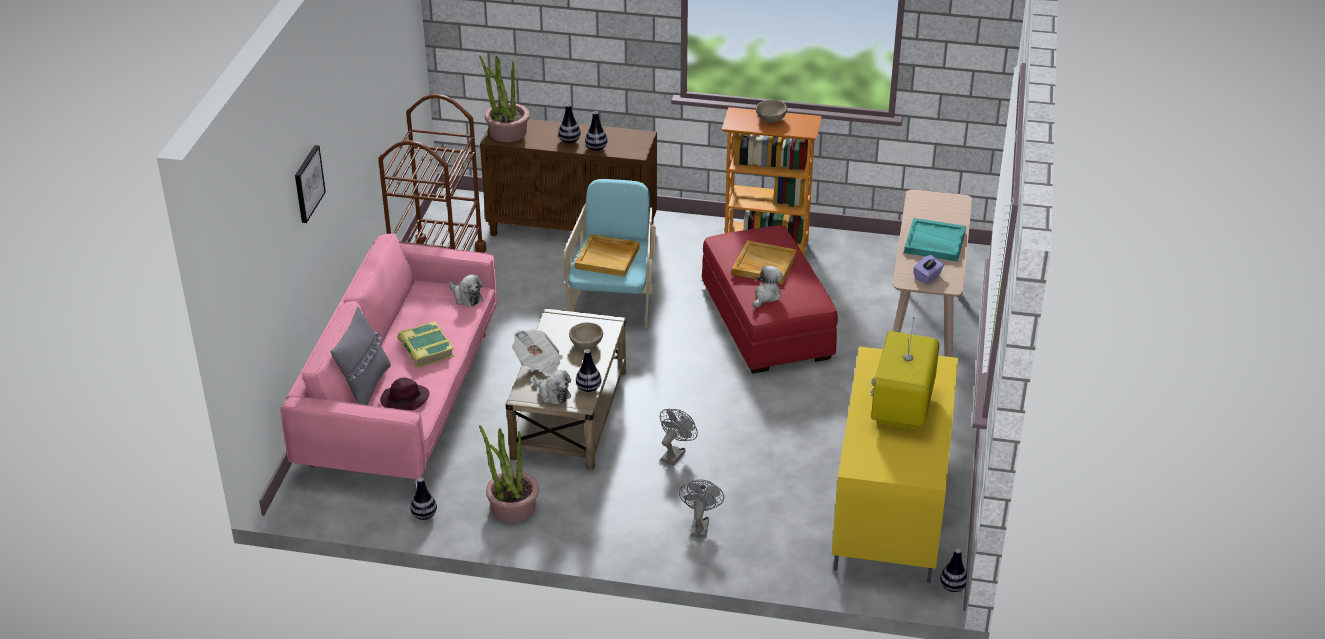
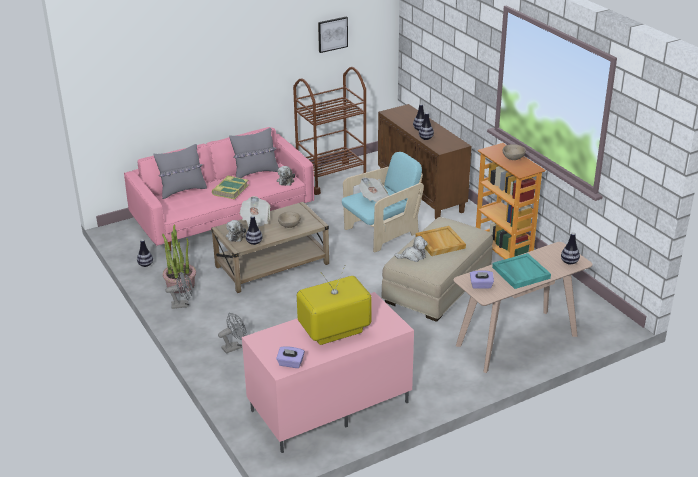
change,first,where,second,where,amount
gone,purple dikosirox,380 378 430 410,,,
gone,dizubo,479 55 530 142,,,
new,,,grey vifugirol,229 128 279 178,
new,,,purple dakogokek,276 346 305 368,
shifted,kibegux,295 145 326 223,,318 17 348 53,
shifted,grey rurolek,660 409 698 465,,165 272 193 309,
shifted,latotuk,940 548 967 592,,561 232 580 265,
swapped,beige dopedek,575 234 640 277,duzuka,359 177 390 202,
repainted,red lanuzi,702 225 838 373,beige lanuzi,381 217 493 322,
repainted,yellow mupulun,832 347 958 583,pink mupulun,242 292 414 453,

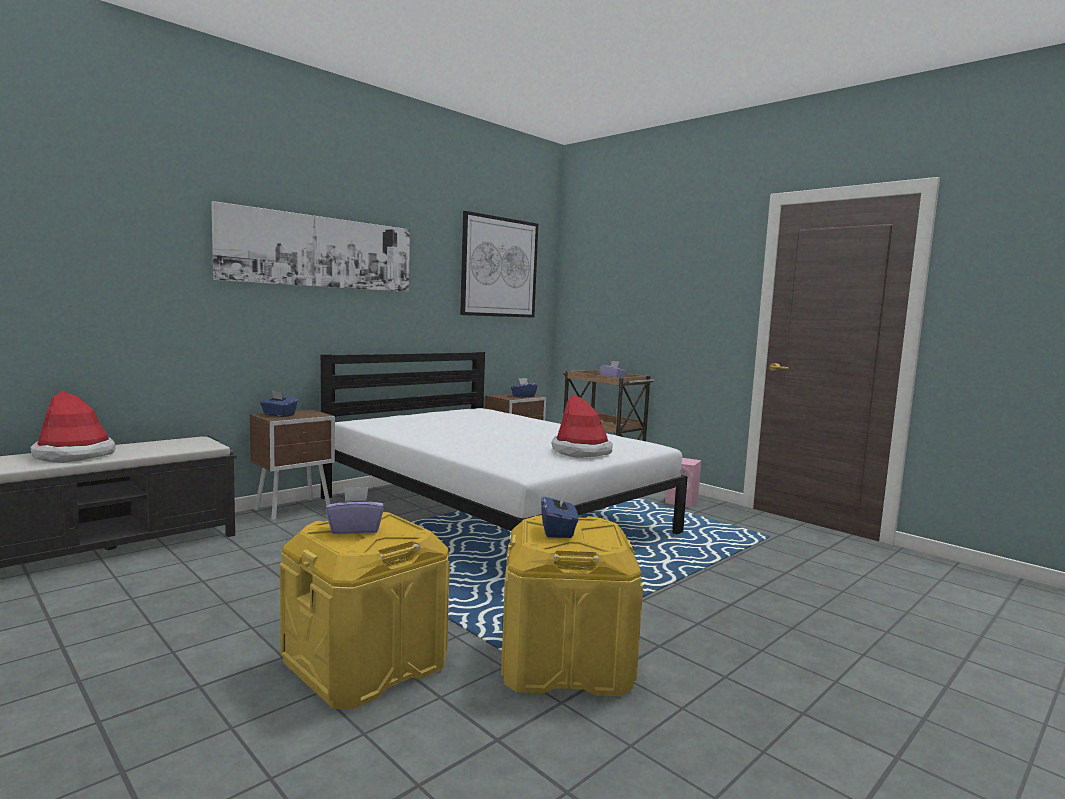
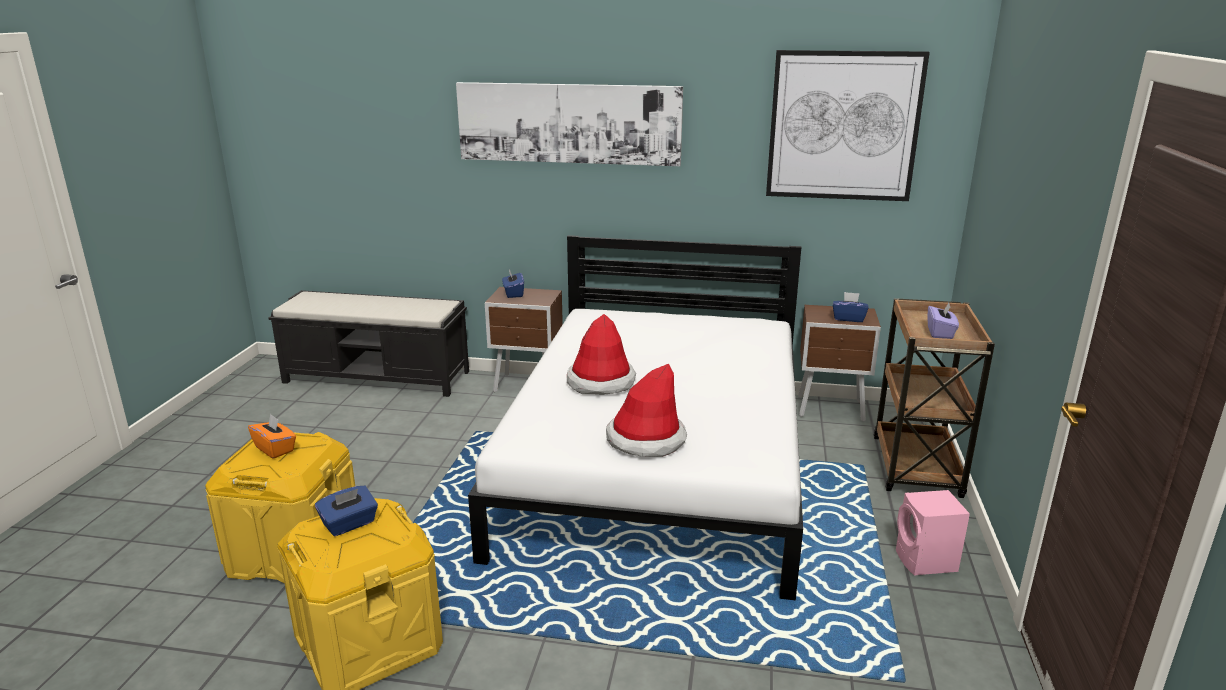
change,first,where,second,where,amount
shifted,dikosirox,31 391 116 463,,567 314 636 395,
repainted,purple dakogokek,326 487 384 534,orange dakogokek,248 413 296 459,

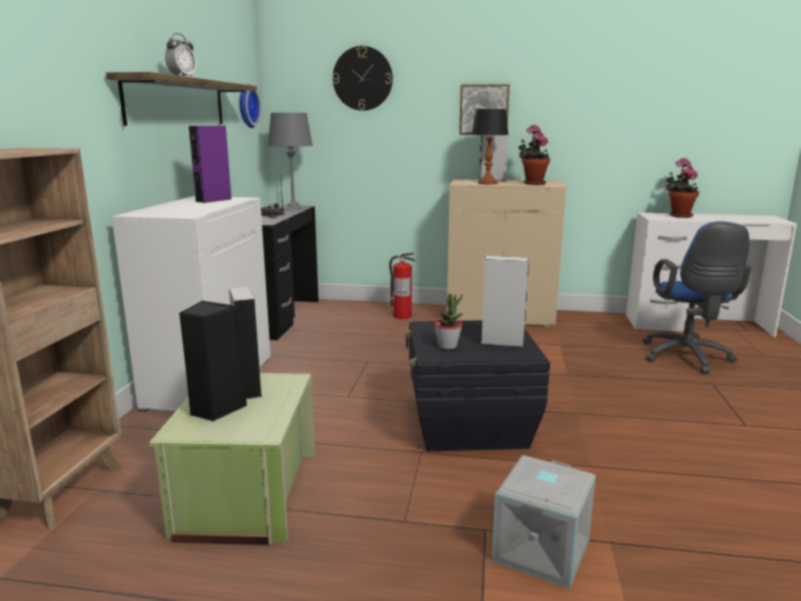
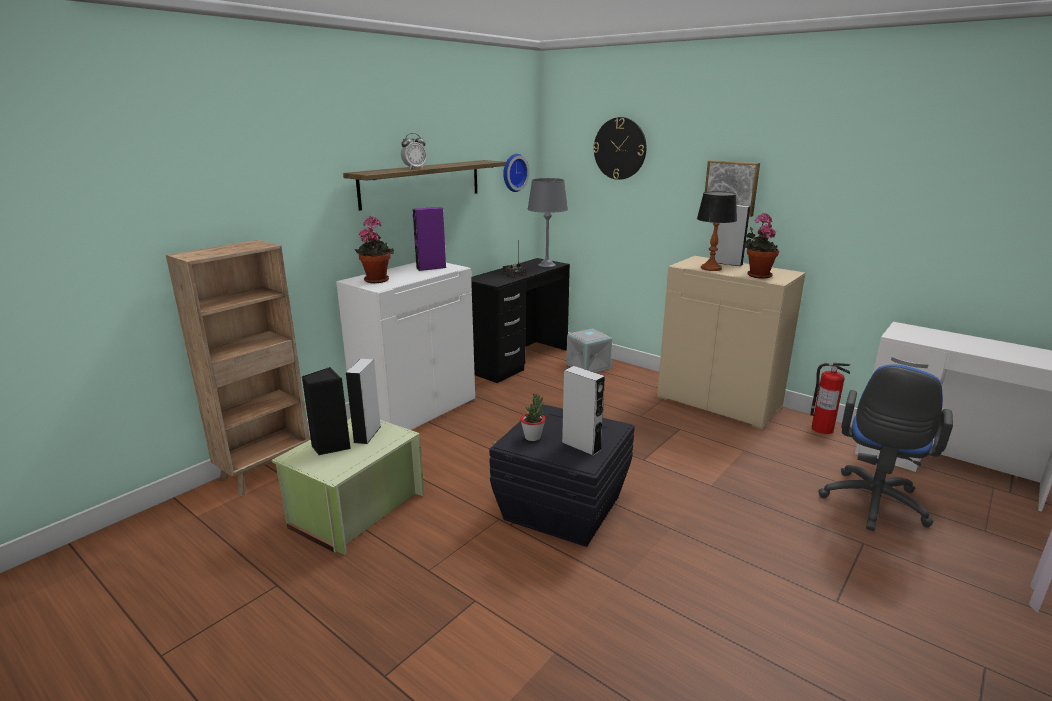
change,first,where,second,where,amount
shifted,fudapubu,389 253 415 319,,810 363 850 434,
shifted,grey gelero,492 455 596 589,,566 328 612 372,
shifted,dizubo,666 158 699 218,,355 216 394 283,

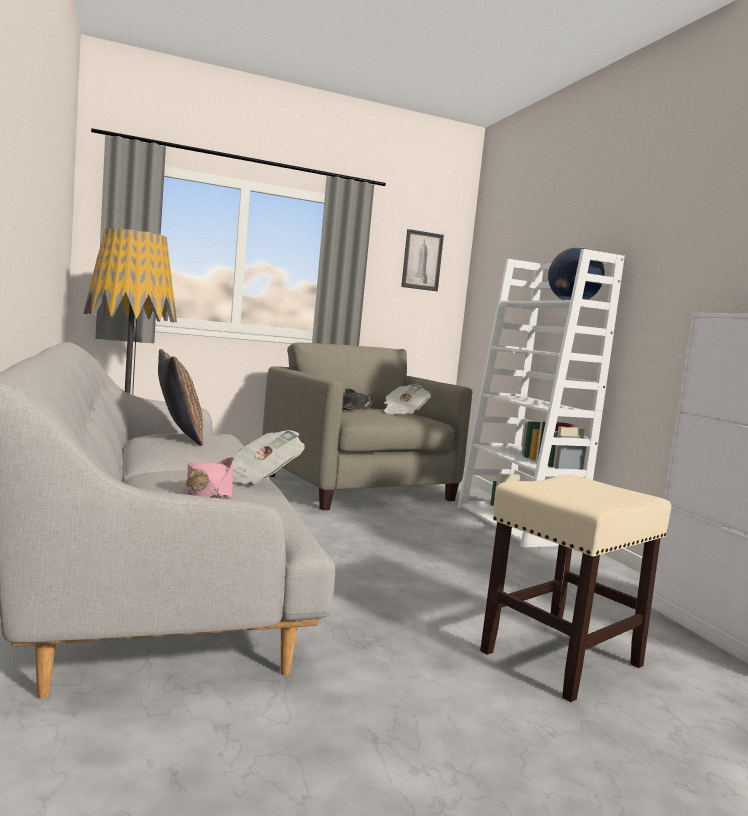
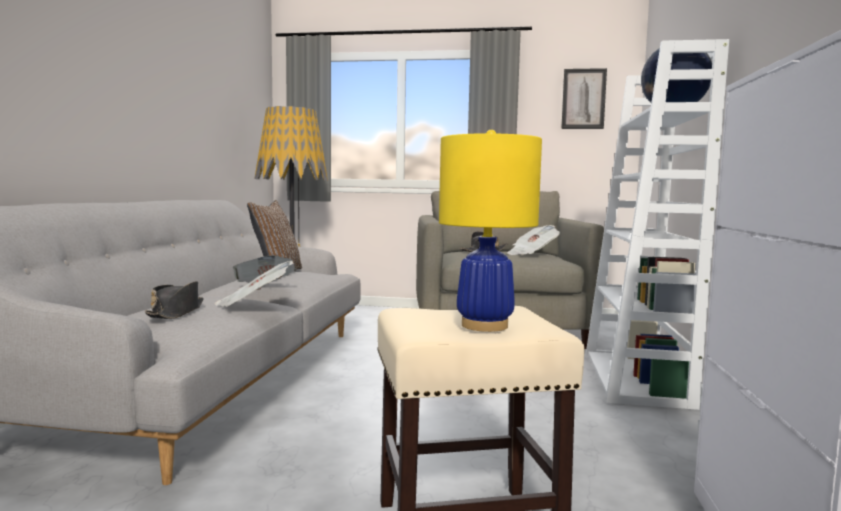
change,first,where,second,where,amount
new,,,duzuka,233 255 296 283,
new,,,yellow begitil,439 130 542 332,
repainted,pink dikosirox,186 457 234 499,black dikosirox,145 281 203 319,

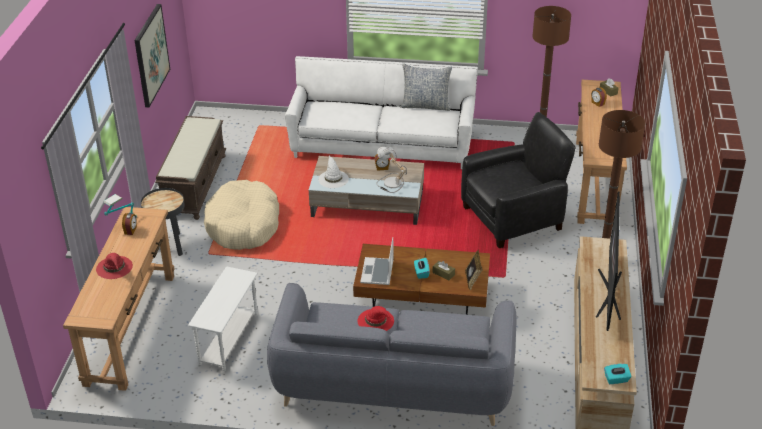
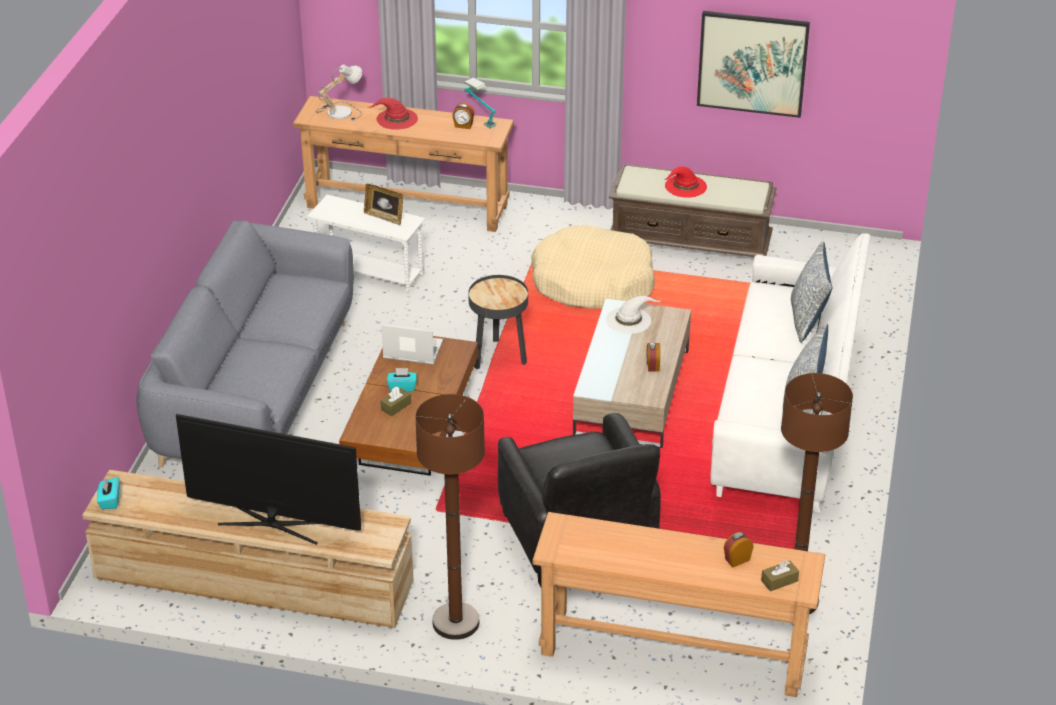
change,first,where,second,where,amount
new,,,vifugirol,791 241 833 343,
shifted,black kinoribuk,141 188 185 256,,468 275 528 369,
shifted,red dikosirox,357 306 394 331,,664 166 707 198,
shifted,begitil,377 147 407 193,,316 64 362 121,
shifted,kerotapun,465 250 483 291,,364 184 403 225,

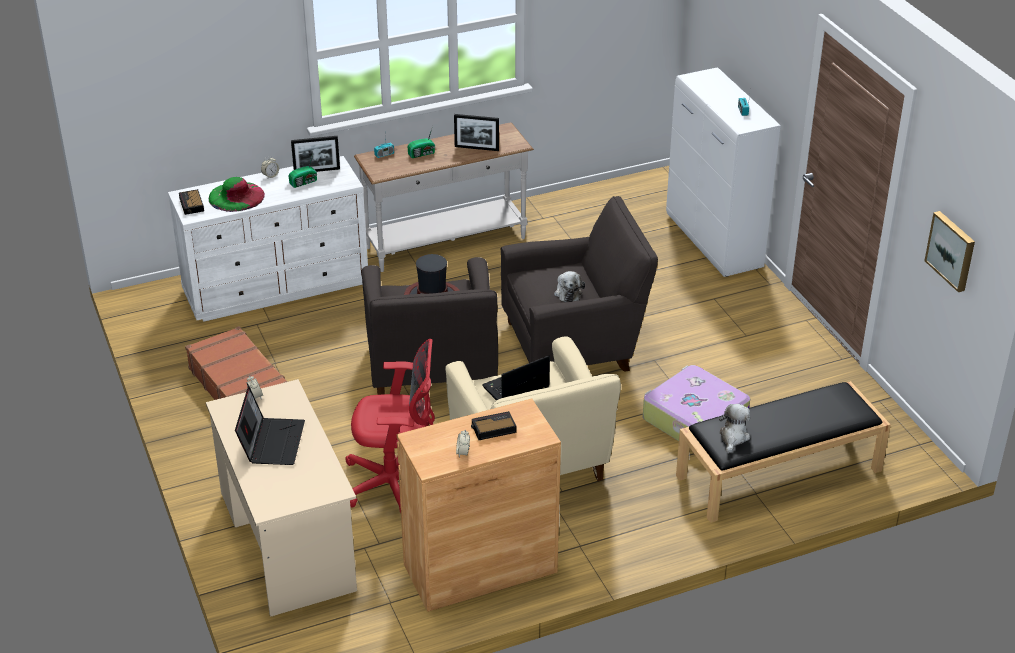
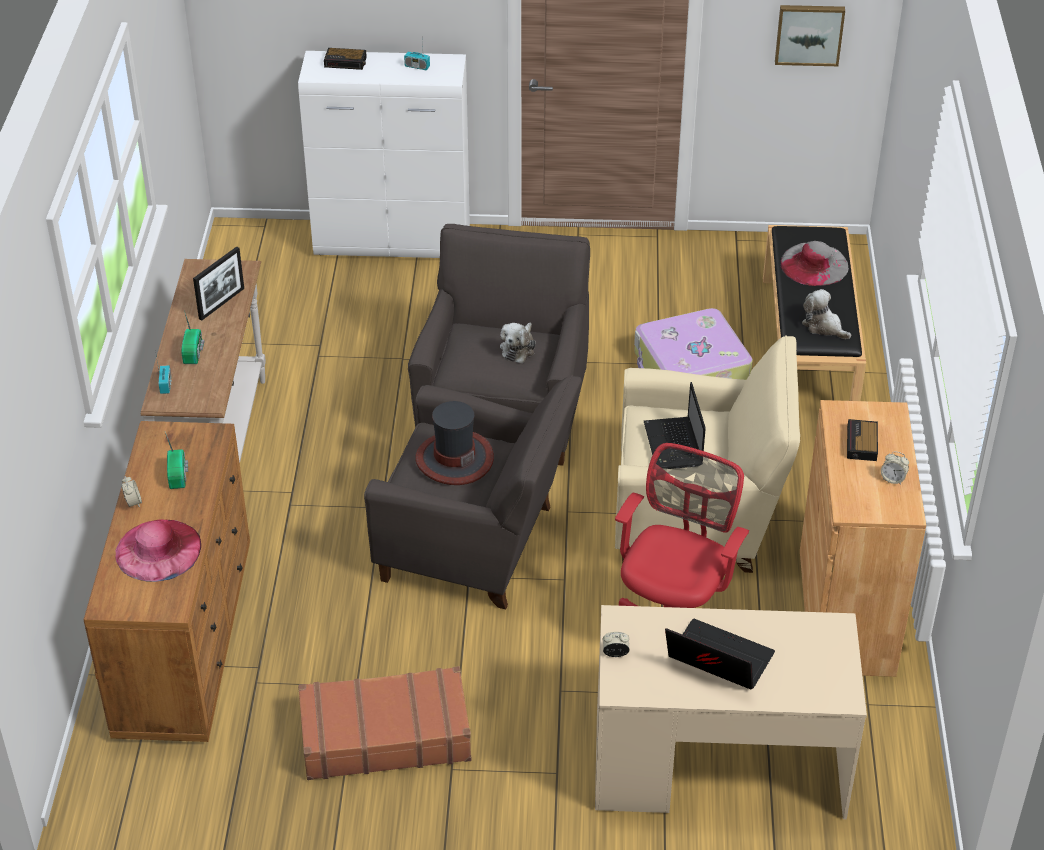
change,first,where,second,where,amount
gone,kerotapun,291 136 340 172,,,
new,,,grey dikosirox,780 241 849 286,
shifted,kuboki,179 189 204 215,,324 48 367 70,
repainted,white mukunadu,168 156 368 322,brown mukunadu,83 421 250 742,
repainted,green dikosirox,209 177 265 212,pink dikosirox,115 519 201 582,
rotated,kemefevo,554 271 585 302,,500 323 536 363,90 degrees clockwise

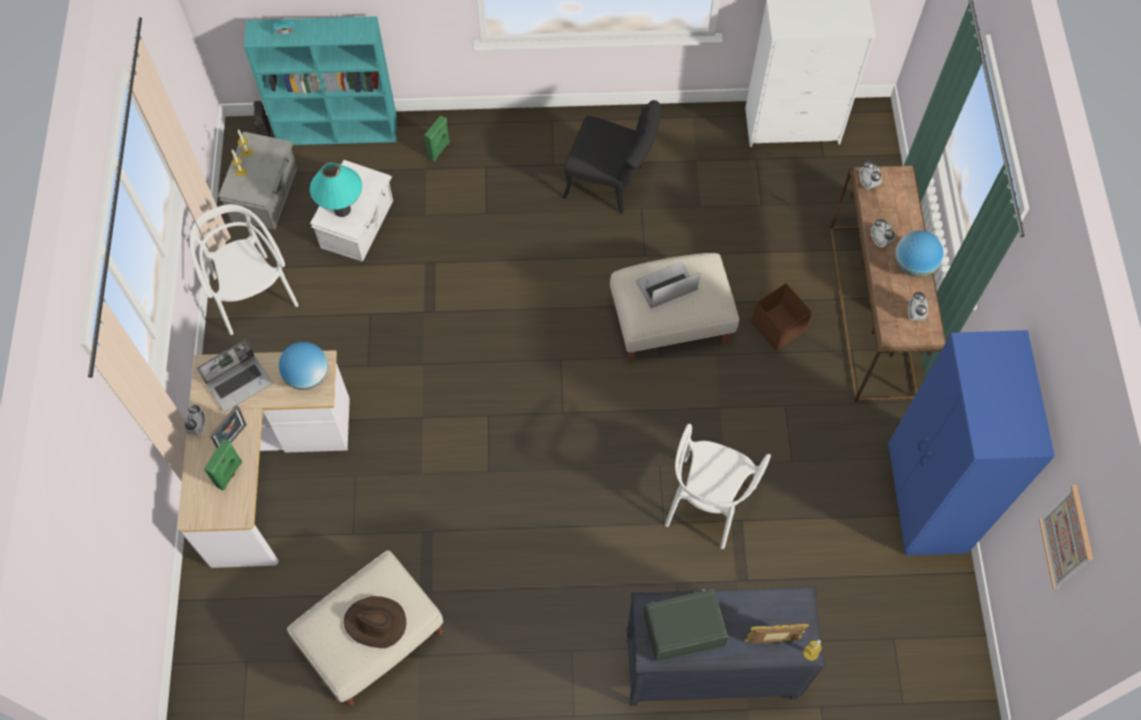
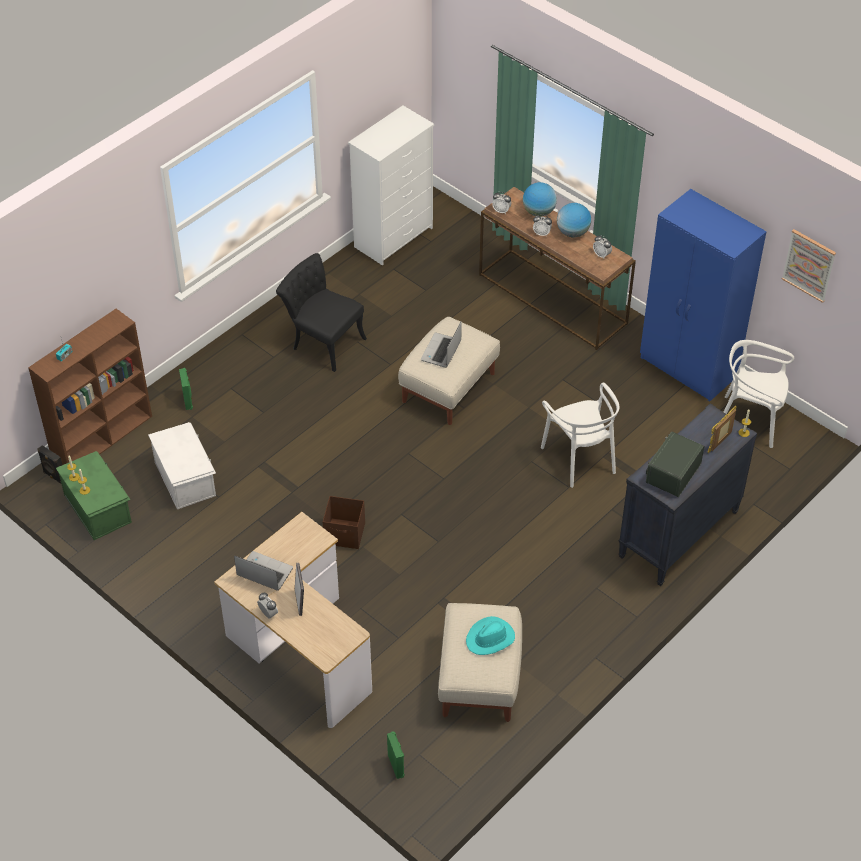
change,first,where,second,where,amount
gone,turquoise begitil,310 162 362 217,,,
shifted,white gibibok,190 204 299 335,,724 340 794 448,
shifted,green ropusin,204 439 242 490,,387 731 405 779,
shifted,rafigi,279 342 328 390,,523 182 557 217,
shifted,brown gelero,751 283 812 351,,323 496 365 549,
repainted,grey gelero,218 132 297 230,green gelero,56 451 132 540,
repainted,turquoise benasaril,244 16 397 145,brown benasaril,28 309 152 465,
repainted,brown dikosirox,344 596 406 648,turquoise dikosirox,466 616 515 655,
rotated,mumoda,197 339 272 412,,234 551 293 591,75 degrees counterclockwise
rotated,black gibibok,563 100 661 213,,276 253 367 372,120 degrees counterclockwise

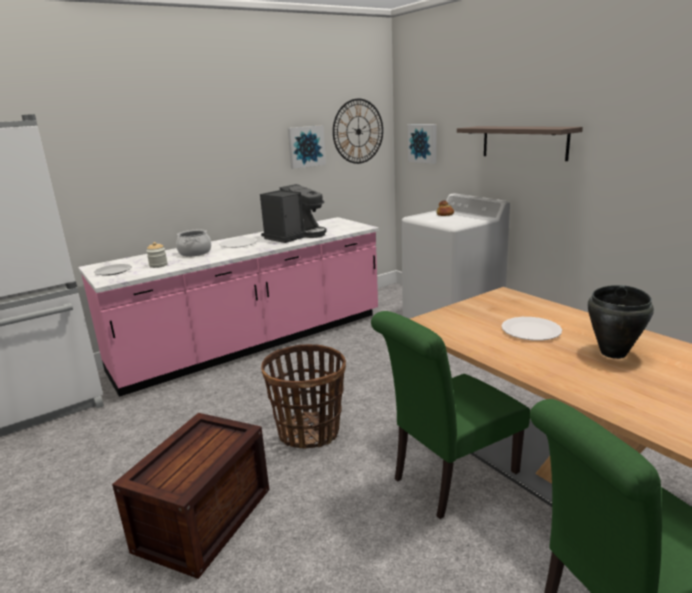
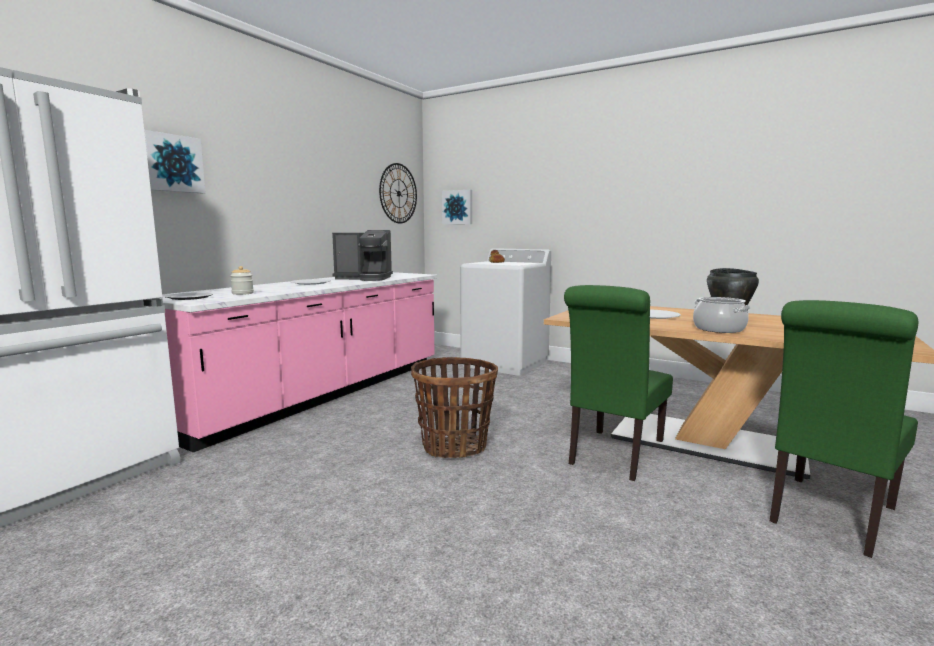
change,first,where,second,where,amount
gone,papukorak,112 413 269 579,,,
gone,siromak,457 126 583 161,,,
shifted,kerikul,176 230 211 256,,693 297 750 333,
shifted,kibegux,288 125 326 169,,144 130 206 193,
rotated,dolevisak,260 184 327 243,,332 230 393 281,75 degrees clockwise

